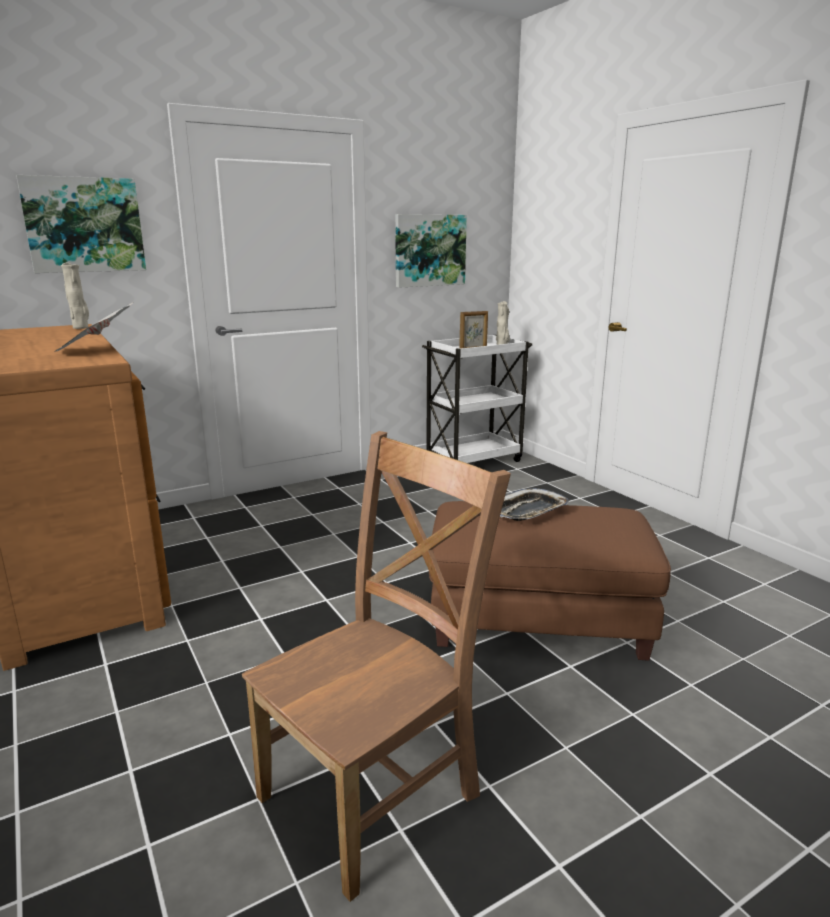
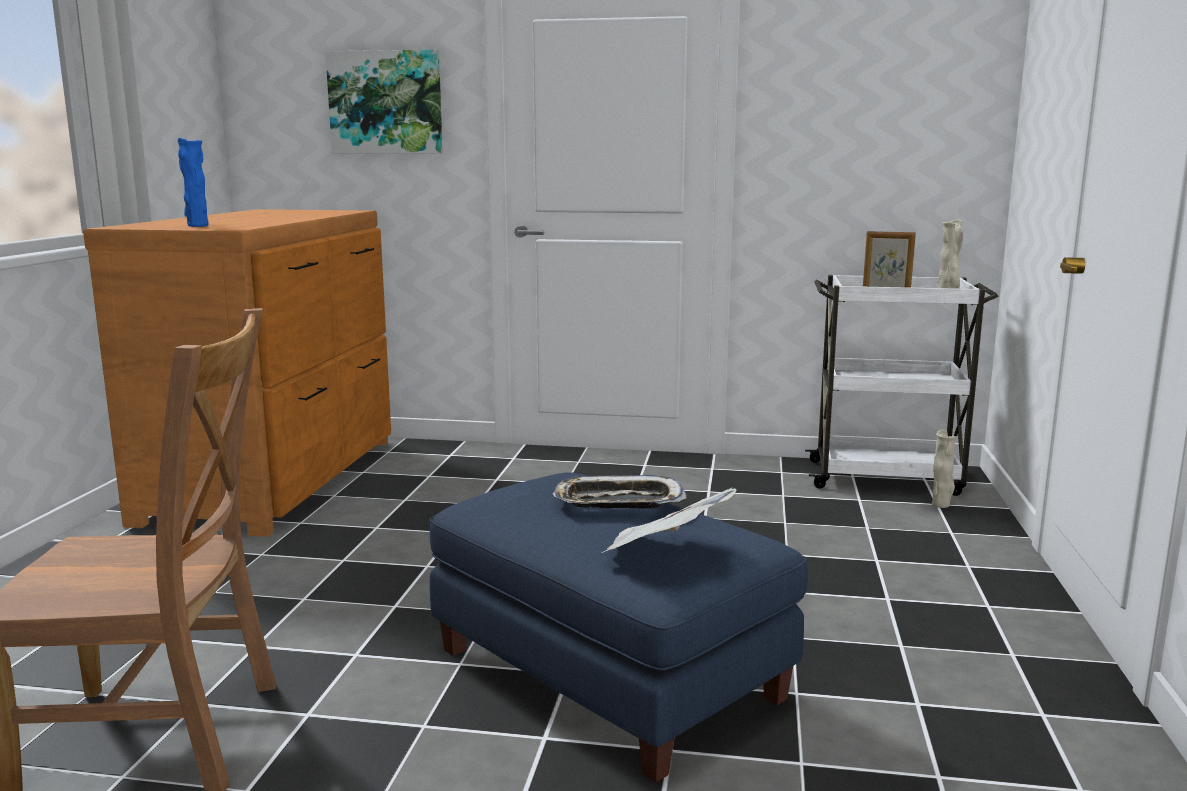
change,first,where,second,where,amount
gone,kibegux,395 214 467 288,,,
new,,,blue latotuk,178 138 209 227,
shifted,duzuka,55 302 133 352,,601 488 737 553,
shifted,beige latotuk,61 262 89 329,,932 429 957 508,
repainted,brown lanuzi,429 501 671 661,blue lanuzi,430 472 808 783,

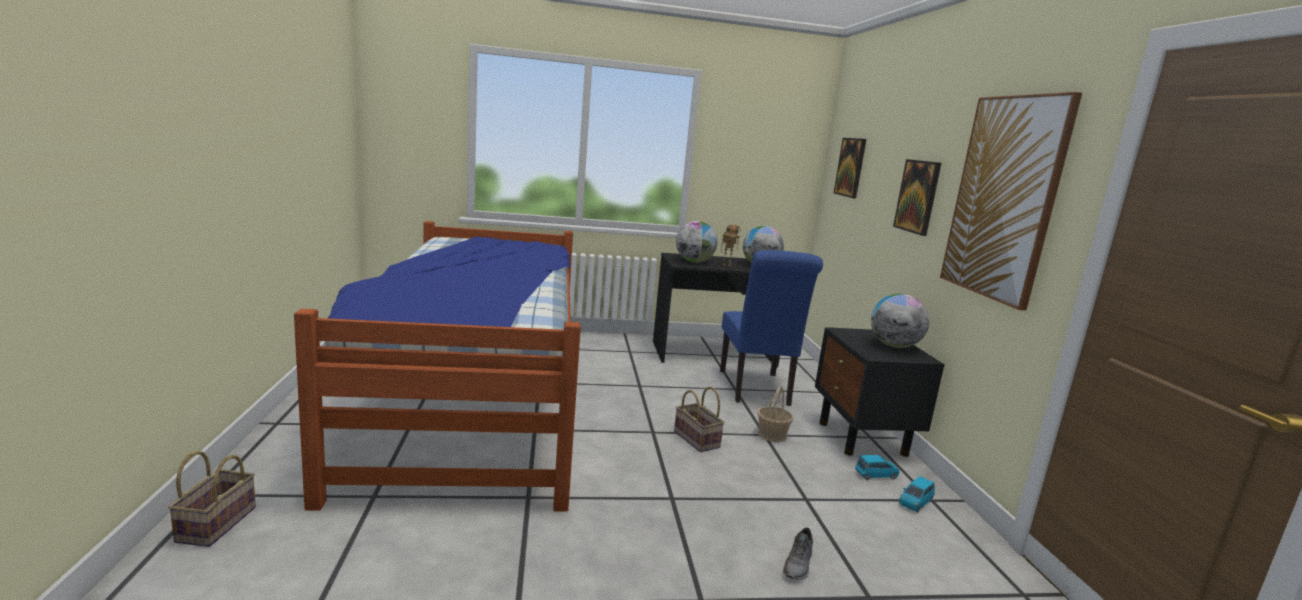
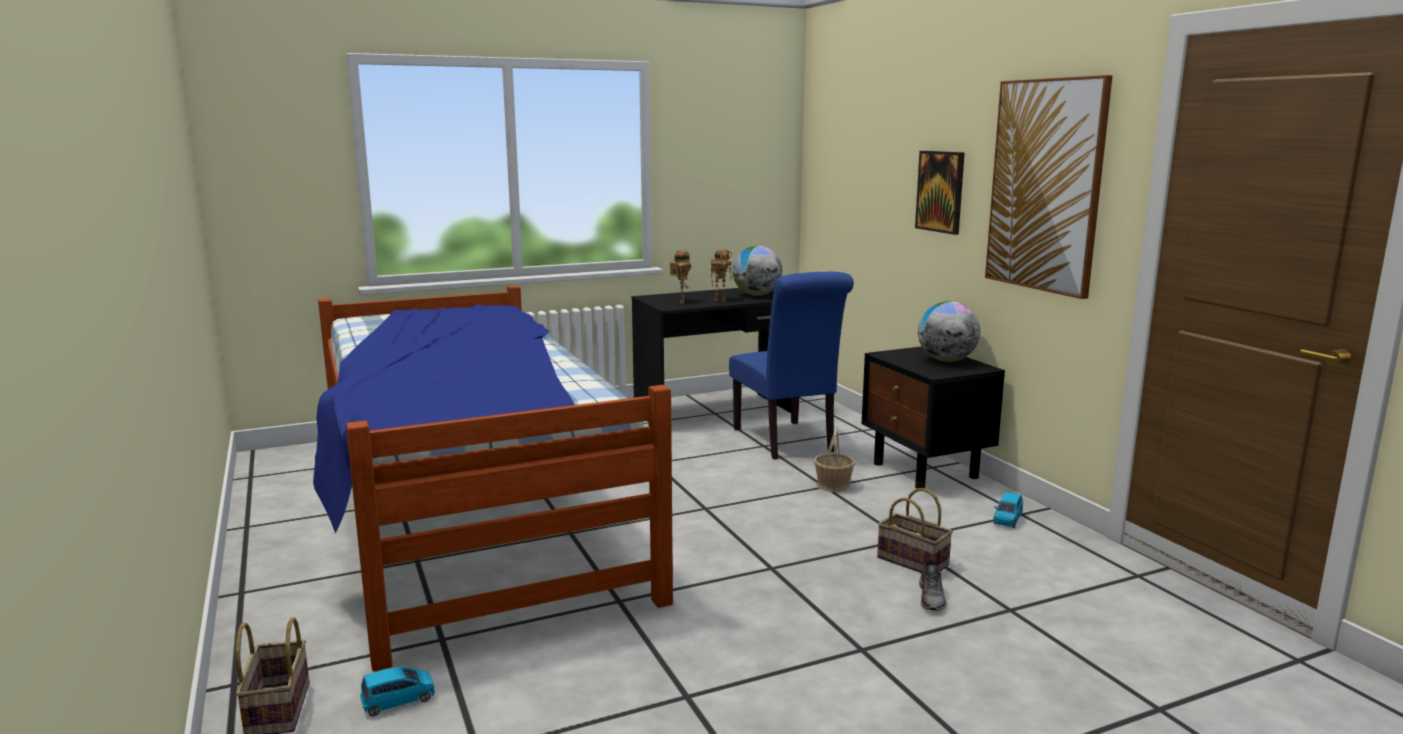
change,first,where,second,where,amount
gone,kibegux,834 138 866 199,,,
shifted,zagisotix,674 387 725 452,,877 488 953 573,
shifted,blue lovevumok,855 455 900 480,,360 667 435 716,
swapped,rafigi,676 221 718 263,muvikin,670 250 691 303,

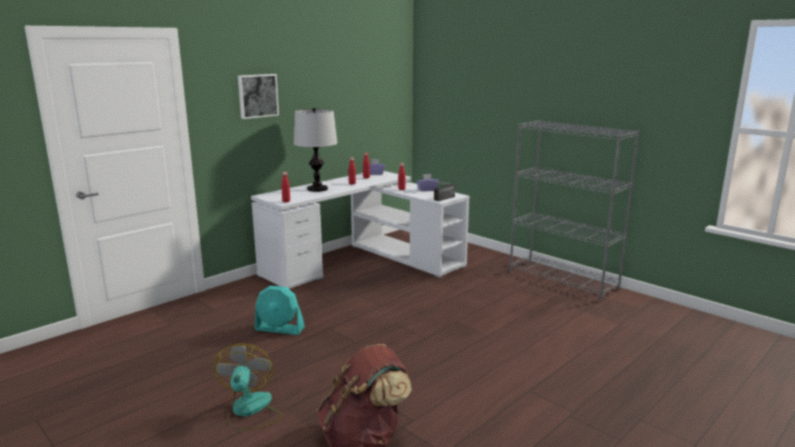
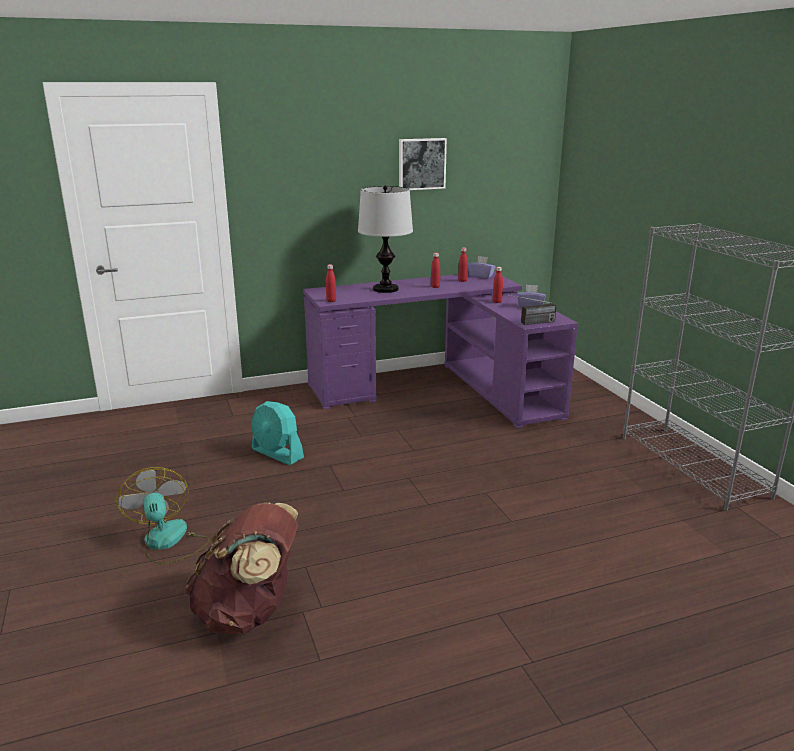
change,first,where,second,where,amount
shifted,kibegux,238 74 279 119,,399 138 447 190,
repainted,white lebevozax,251 171 469 290,purple lebevozax,303 272 578 428,
rotated,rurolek,213 343 283 431,,116 467 210 564,45 degrees counterclockwise

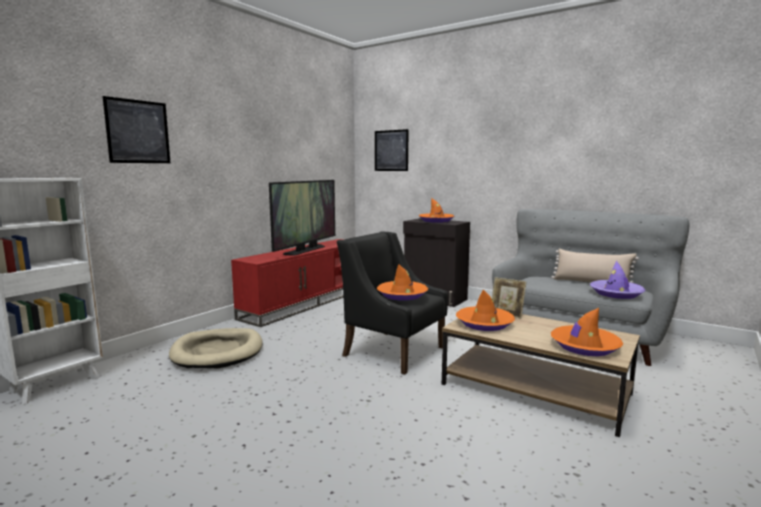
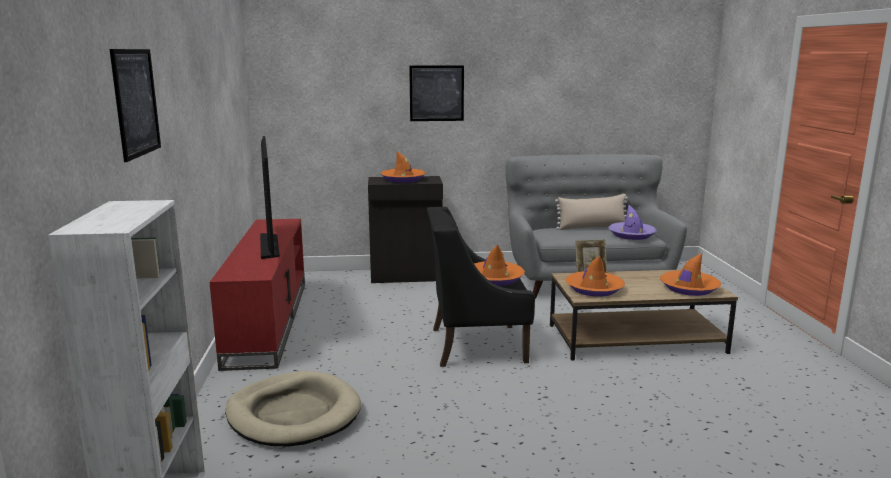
change,first,where,second,where,amount
shifted,kibegux,375 129 409 171,,409 66 464 121,

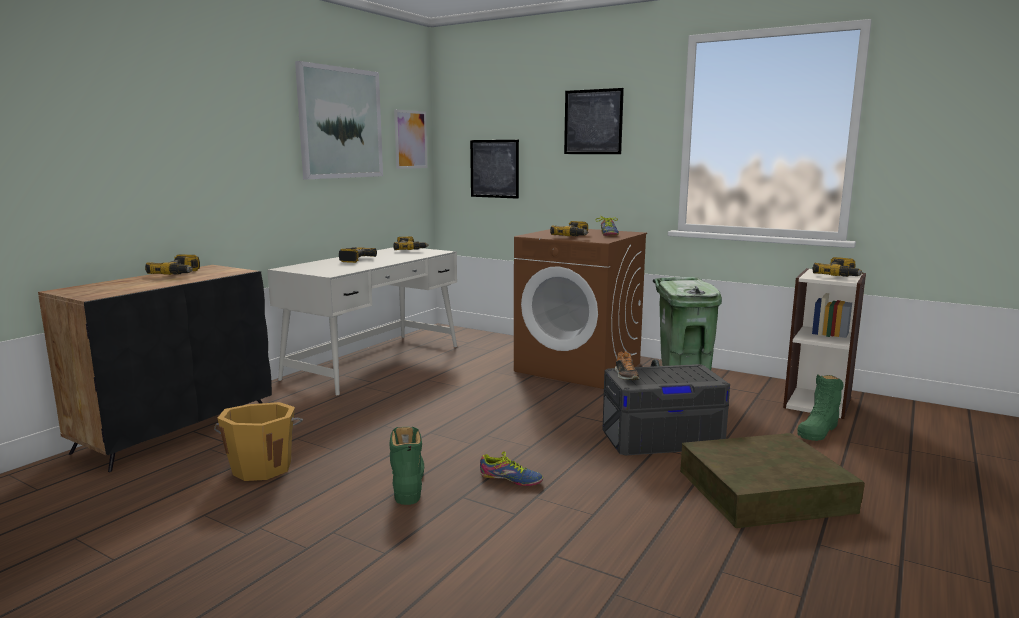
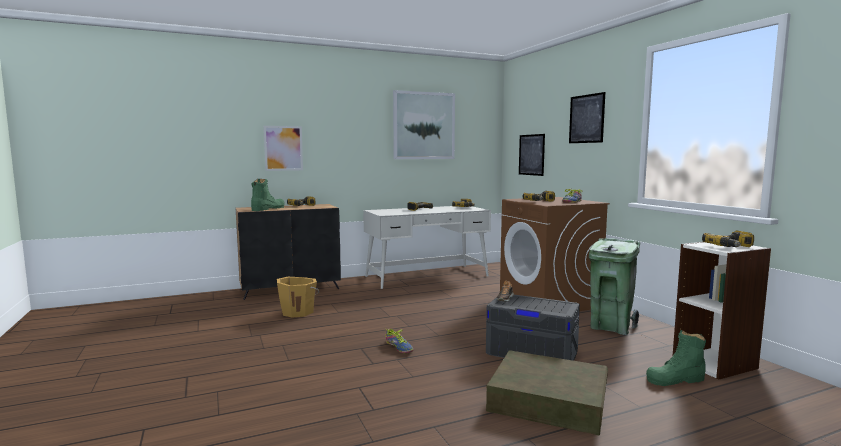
change,first,where,second,where,amount
shifted,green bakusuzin,389 427 424 505,,251 179 285 211,
shifted,kibegux,394 109 427 169,,263 126 303 171,

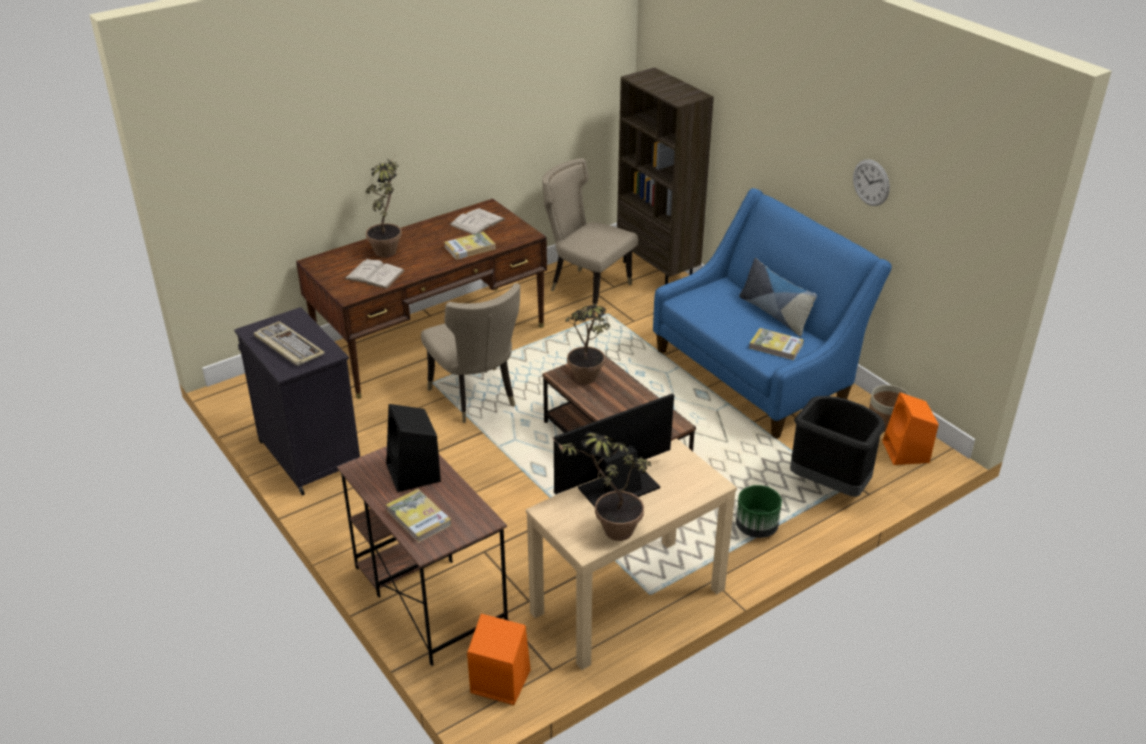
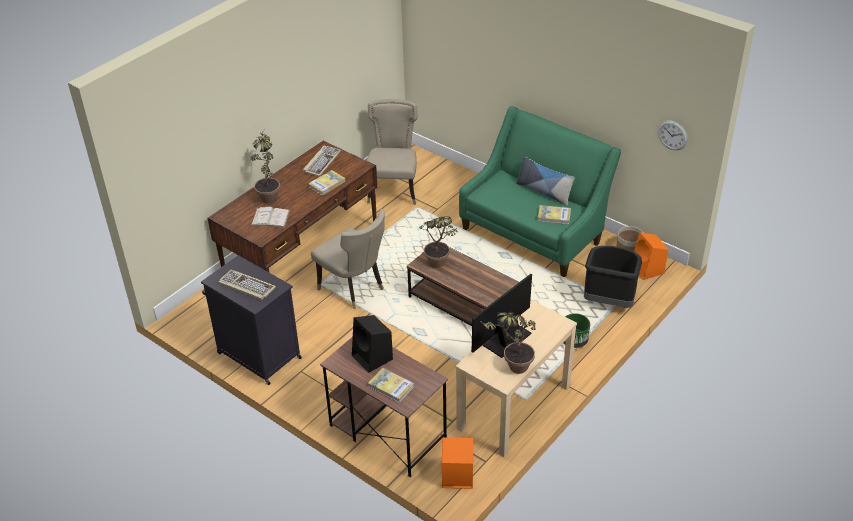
change,first,where,second,where,amount
gone,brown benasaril,617 67 714 285,,,
shifted,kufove,853 159 890 206,,658 121 688 150,
swapped,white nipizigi,450 208 505 235,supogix,303 146 341 177,
repainted,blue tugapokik,653 188 892 439,green tugapokik,459 106 621 277,
rotated,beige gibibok,542 158 638 312,,367 99 418 205,75 degrees clockwise

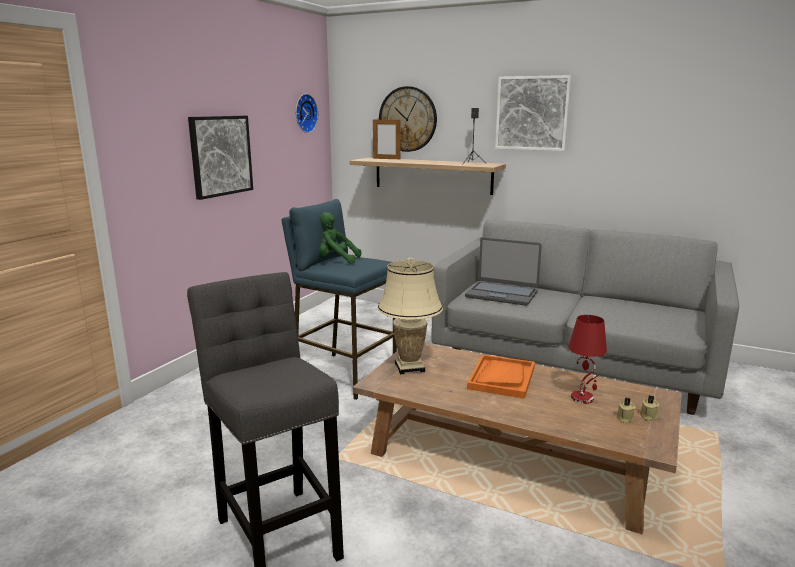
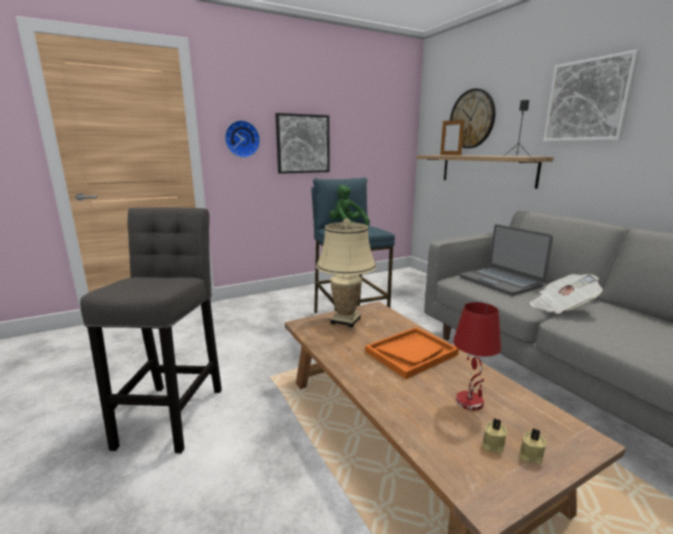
change,first,where,second,where,amount
new,,,duzuka,530 274 603 314,
shifted,kufove,296 94 318 133,,225 120 260 158,

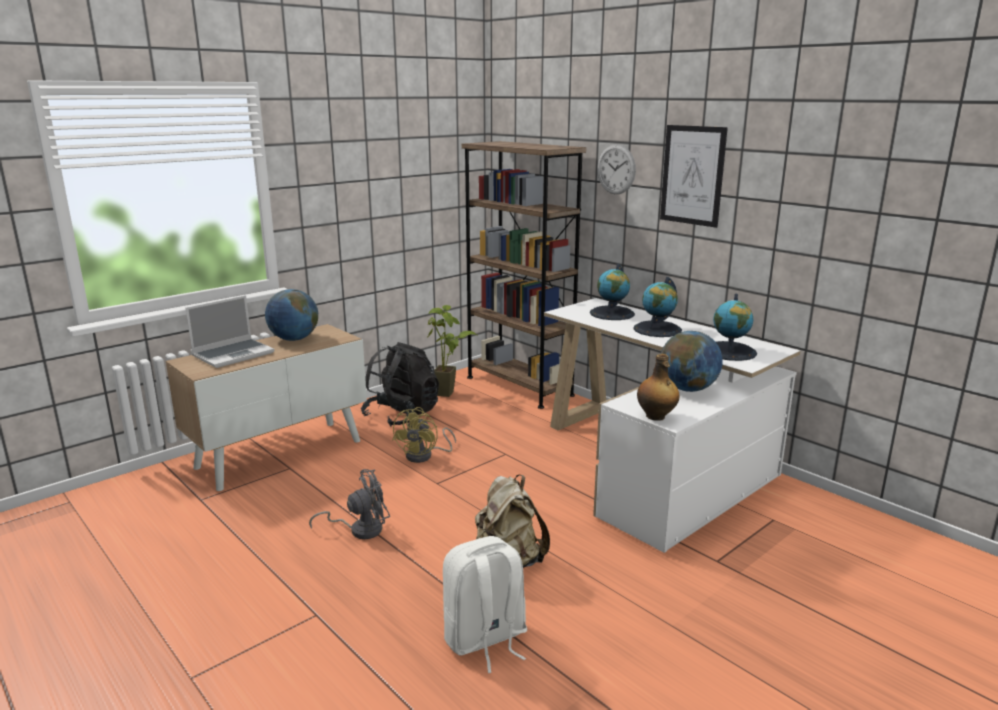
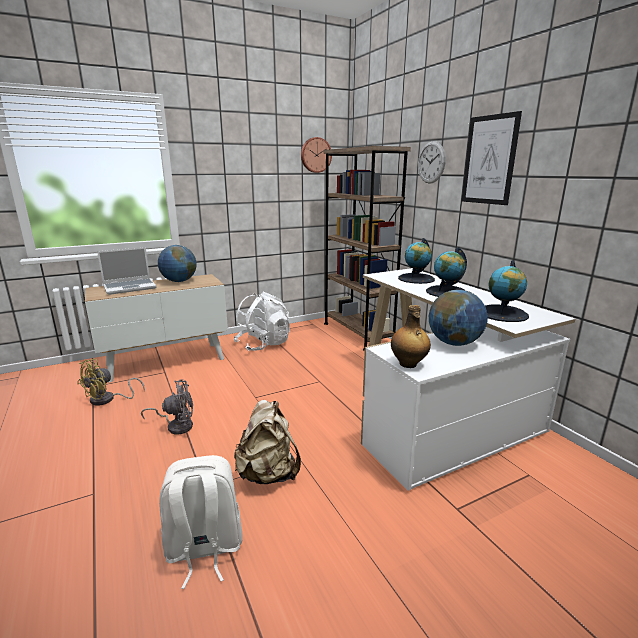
change,first,where,second,where,amount
gone,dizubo,427 305 477 397,,,
new,,,kufove,301 137 332 173,
shifted,yellow rurolek,392 407 456 463,,77 359 145 406,
repainted,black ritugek,361 342 439 426,white ritugek,234 292 290 351,

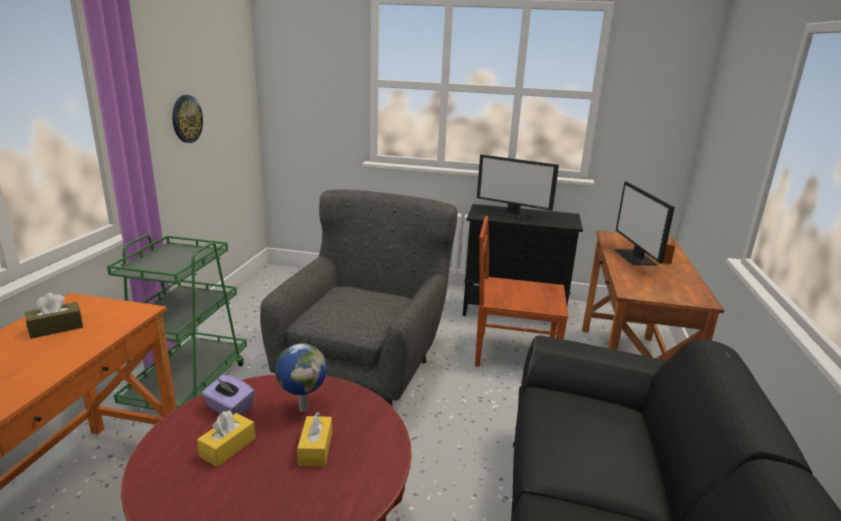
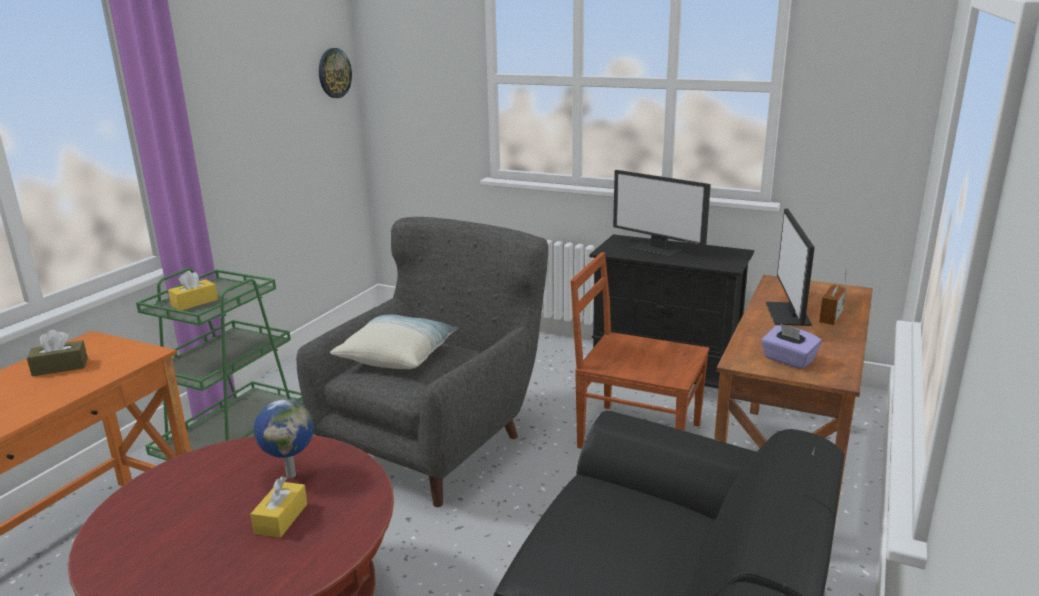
change,first,where,second,where,amount
new,,,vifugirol,330 315 459 369,
shifted,kufove,172 95 203 143,,319 48 352 98,
shifted,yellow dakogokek,197 411 255 467,,168 270 218 311,
shifted,purple dakogokek,202 375 255 415,,761 323 822 369,

